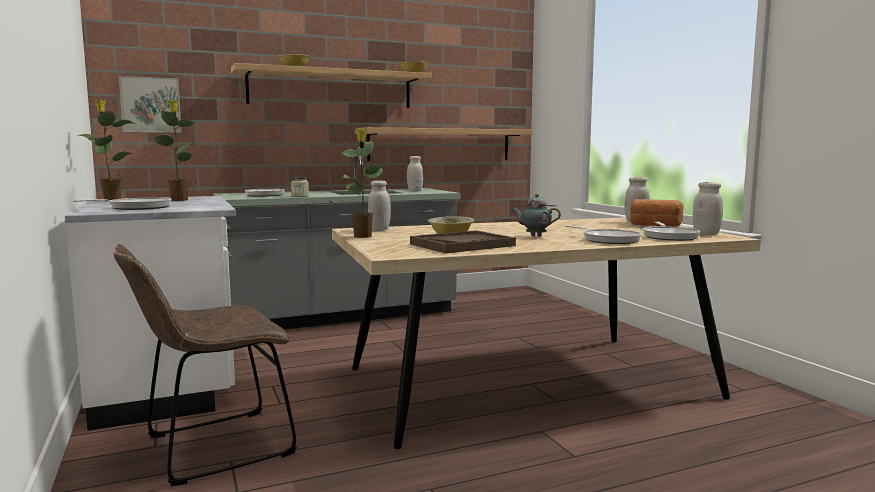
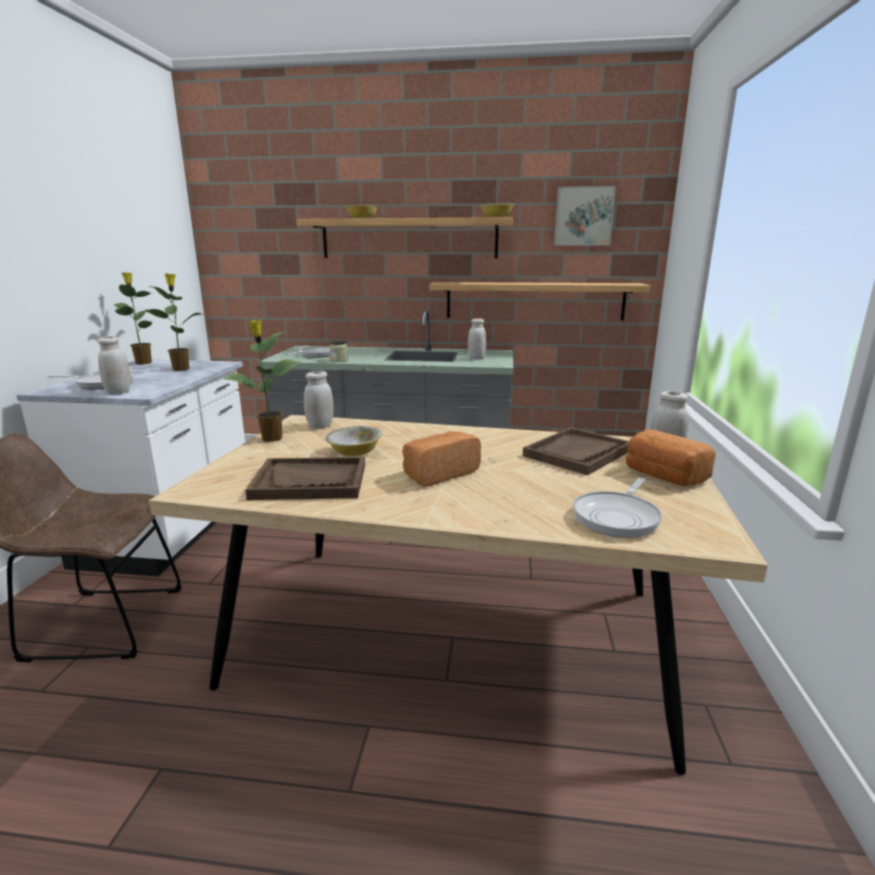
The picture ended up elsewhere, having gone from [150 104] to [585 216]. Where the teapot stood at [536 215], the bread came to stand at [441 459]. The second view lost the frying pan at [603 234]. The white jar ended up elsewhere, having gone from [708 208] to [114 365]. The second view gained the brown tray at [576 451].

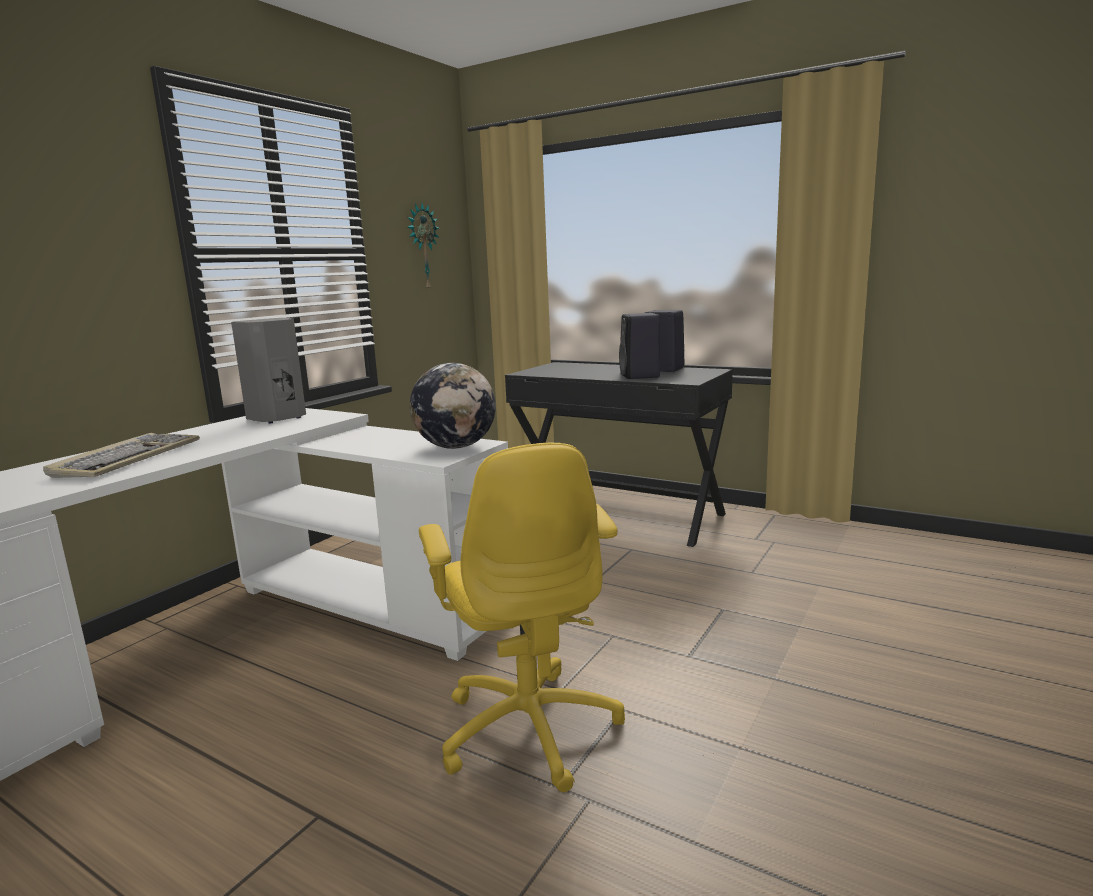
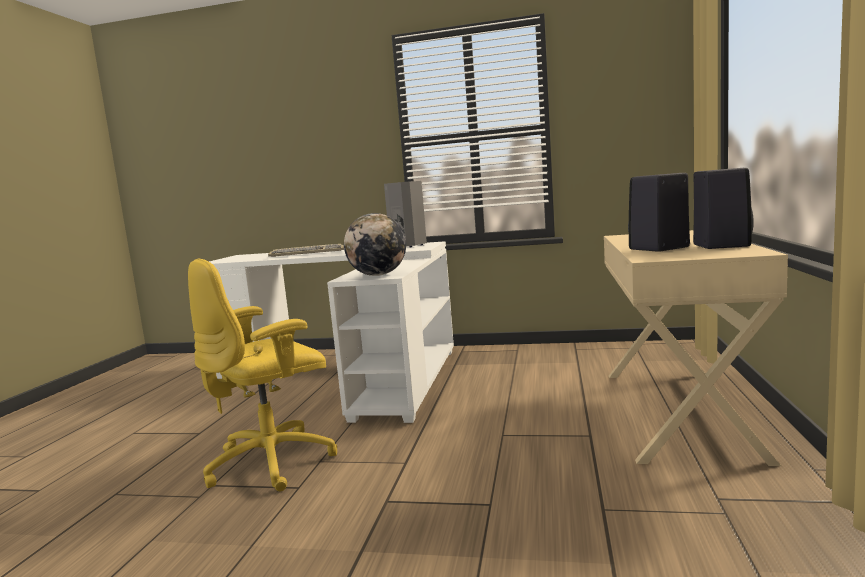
The second view lost the wall clock at [423 246]. What was the black desk at [619 454] turned into the beige desk at [696 348].

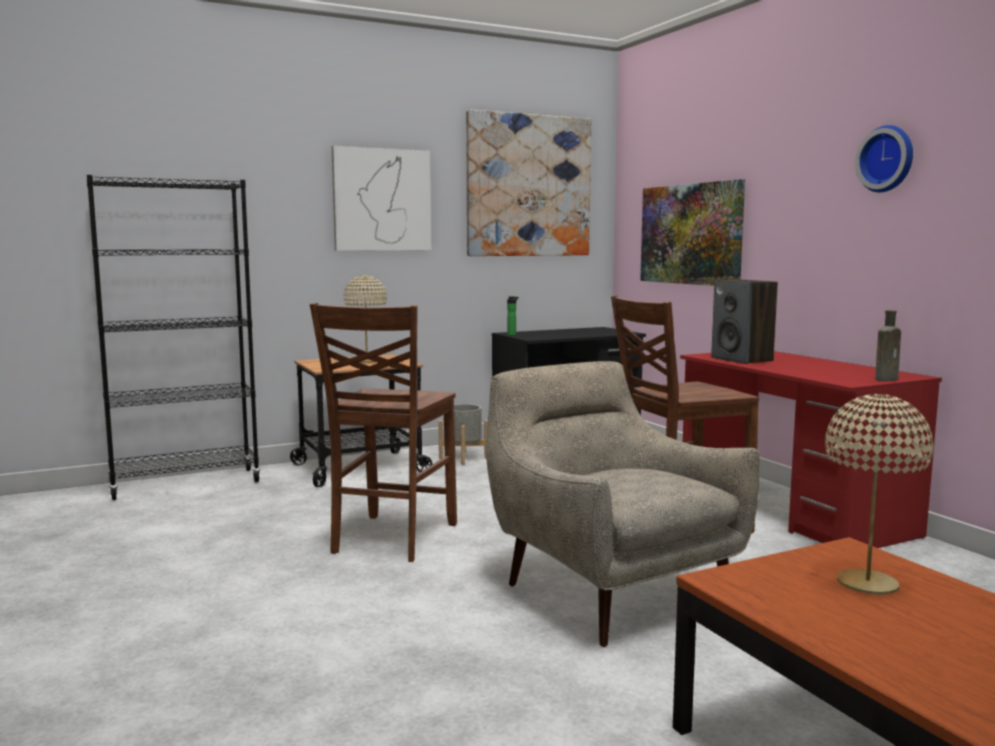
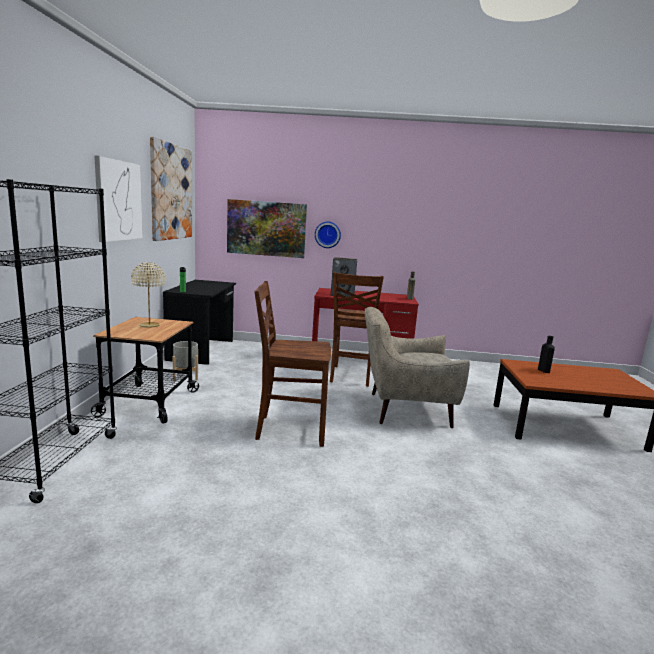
The brown chair at [383 432] ended up facing another way, 135 degrees clockwise from before. Where the beige table lamp stood at [879 494], the black bottle came to stand at [546 354]. The wall clock ended up elsewhere, having gone from [884 158] to [328 235].

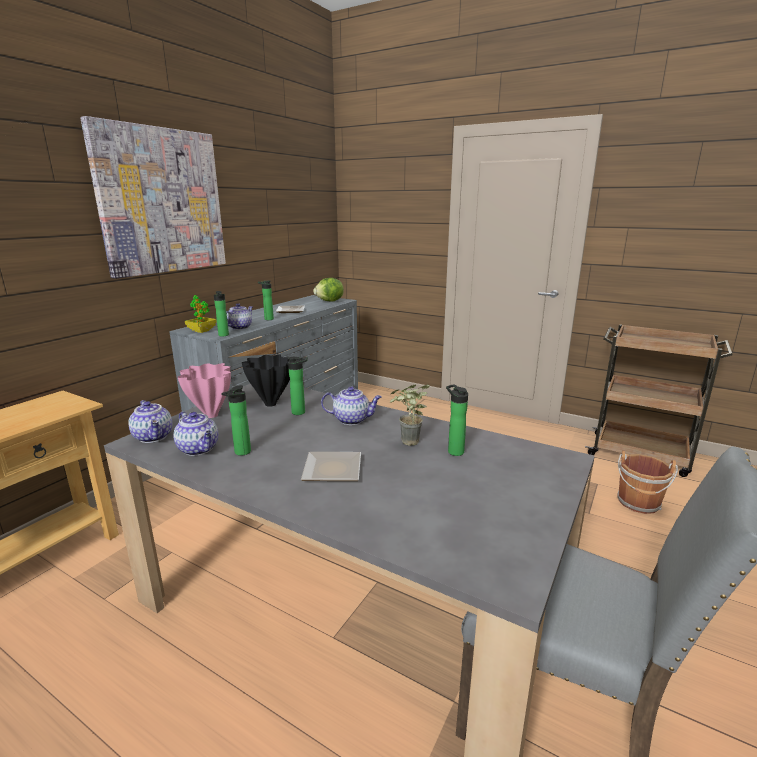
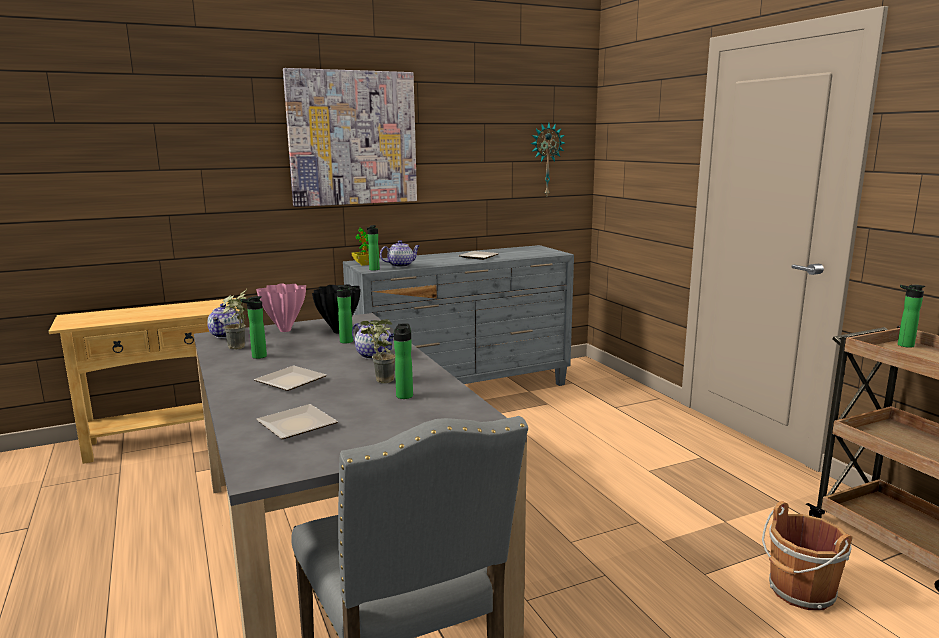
Where the teapot stood at [195 433], the potted plant came to stand at [235 319]. The bottle ended up elsewhere, having gone from [266 300] to [911 316]. The second view lost the lettuce at [328 290]. The second view gained the plate at [297 421]. The second view gained the wall clock at [547 159].

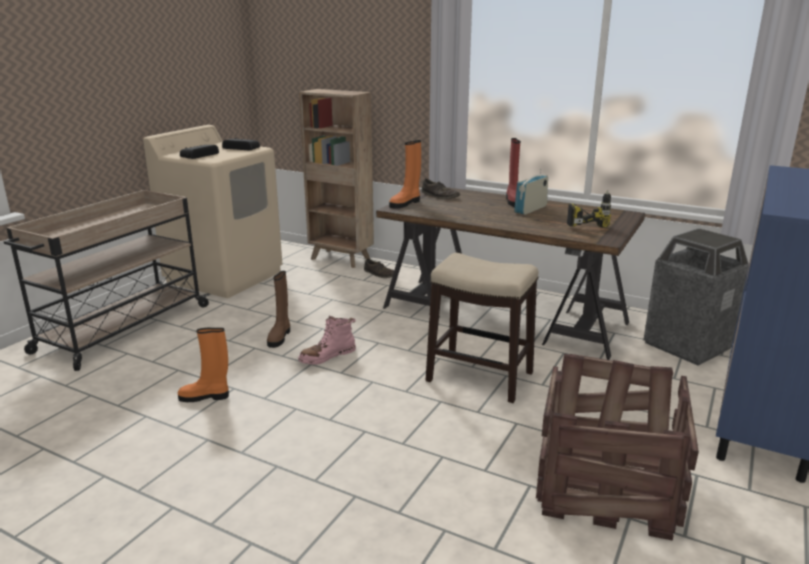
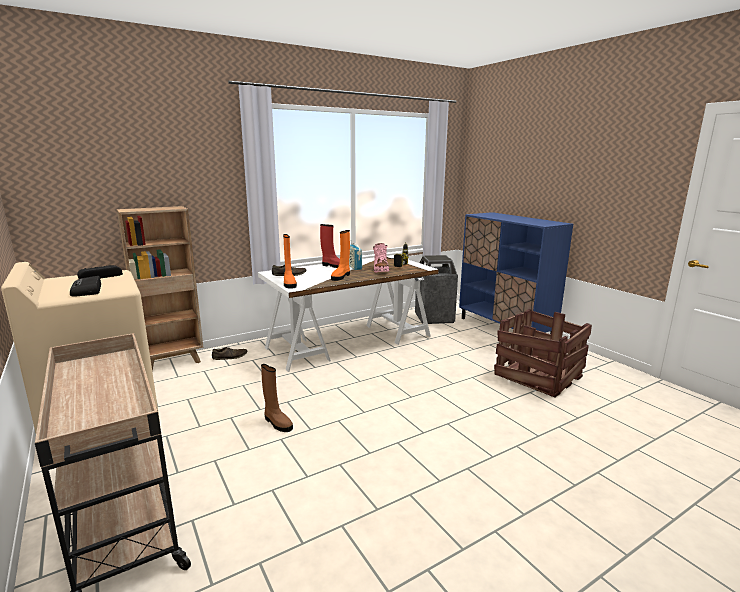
The orange boot ended up elsewhere, having gone from [203 365] to [340 255]. The pink boot ended up elsewhere, having gone from [327 340] to [381 258]. What was the brown desk at [510 273] turned into the white desk at [348 313]. The second view lost the stool at [482 328].

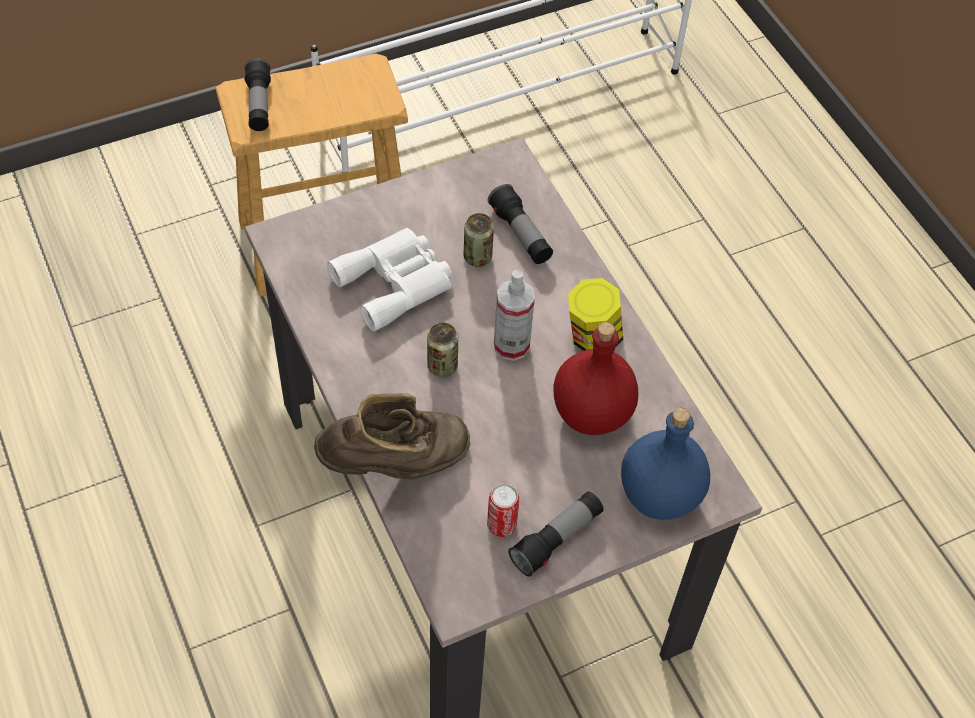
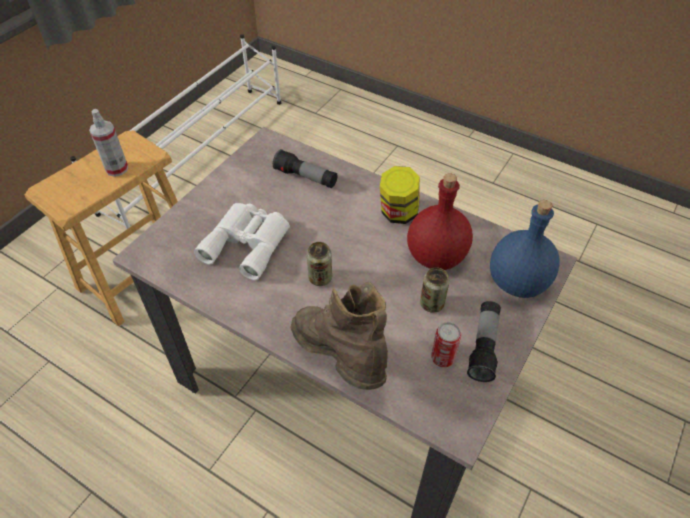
The second view lost the flashlight at [257 94]. The brown boot at [392 436] ended up facing another way, 75 degrees counterclockwise from before. The can ended up elsewhere, having gone from [479 240] to [435 290]. The spray bottle ended up elsewhere, having gone from [514 315] to [108 143].

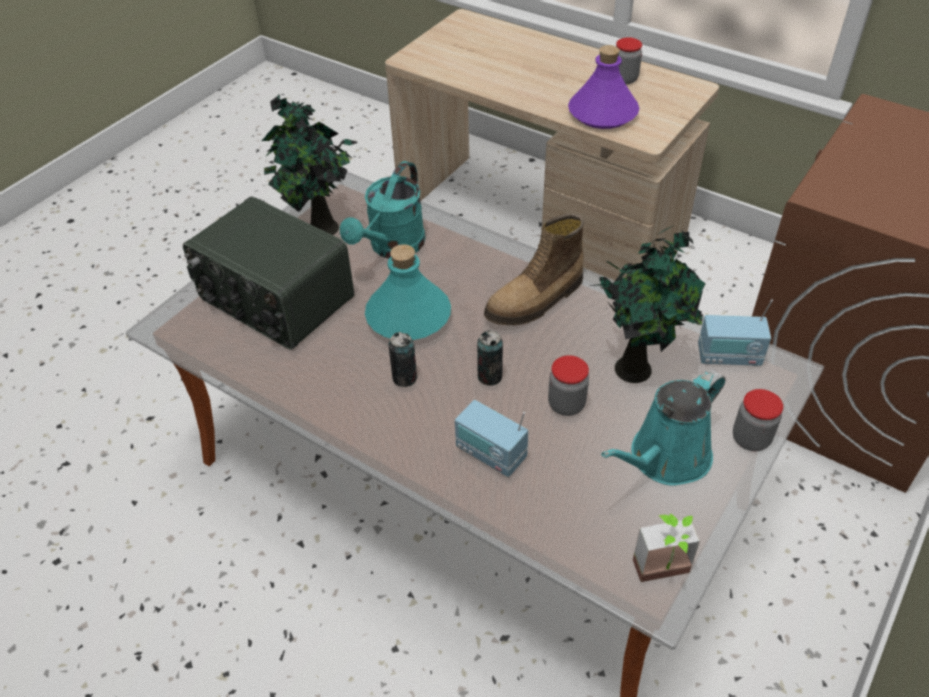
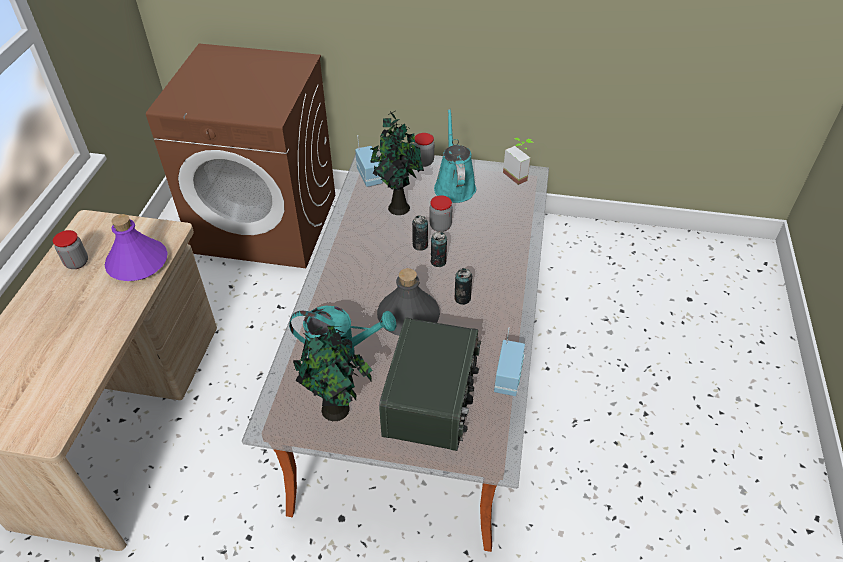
What was the turquoise bottle at [408 292] turned into the grey bottle at [408 302]. The radio ended up elsewhere, having gone from [491 438] to [509 362]. The second view lost the boot at [534 269]. The turquoise watering can at [663 427] ended up facing another way, 120 degrees counterclockwise from before. The second view gained the can at [420 233].

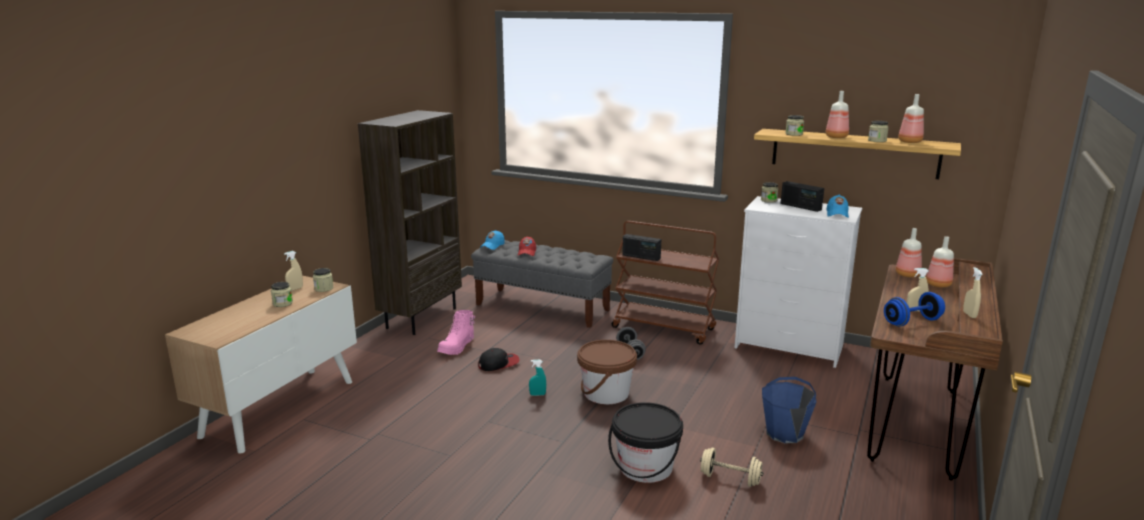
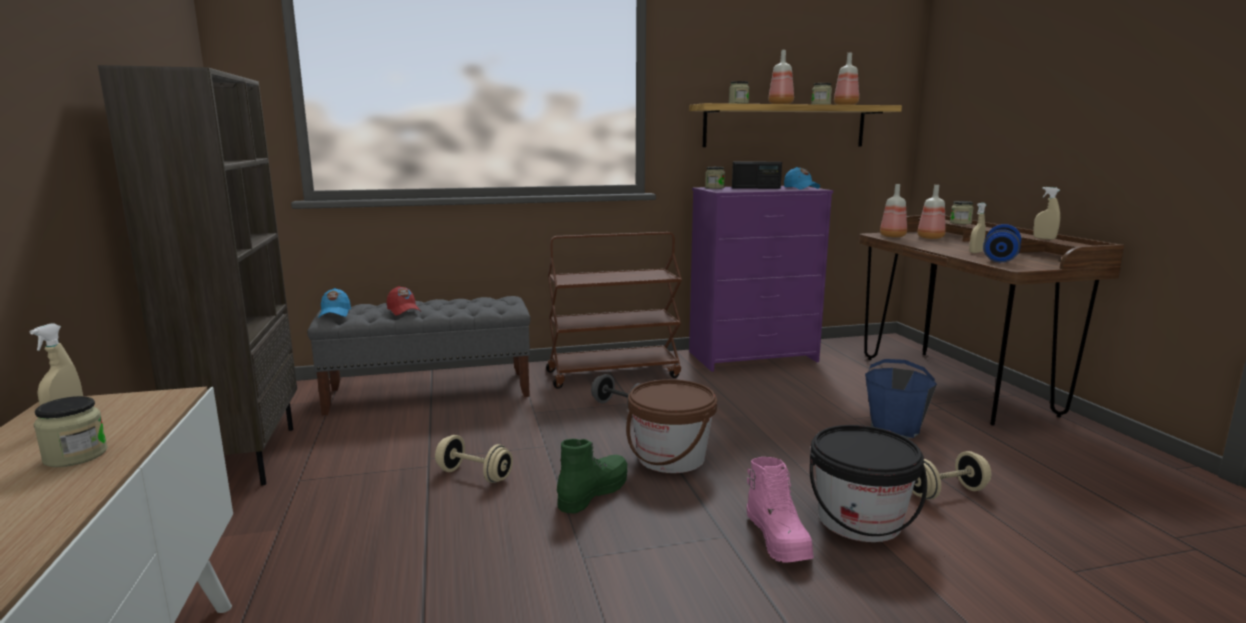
The jar ended up elsewhere, having gone from [323 280] to [962 212]. The pink boot ended up elsewhere, having gone from [456 332] to [780 509]. Where the cap stood at [499 359], the beige dumbbell came to stand at [474 459]. Where the turquoise spray bottle stood at [537 378], the green boot came to stand at [592 476]. The second view lost the radio at [641 247]. What was the white dresser at [798 282] turned into the purple dresser at [761 279].

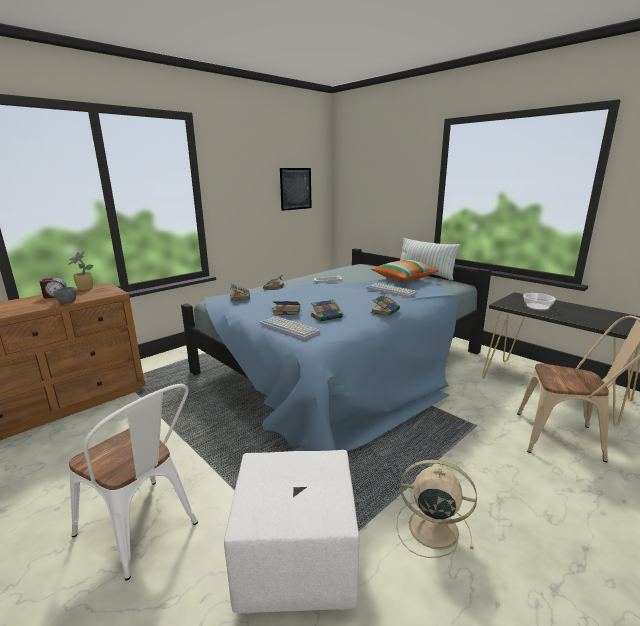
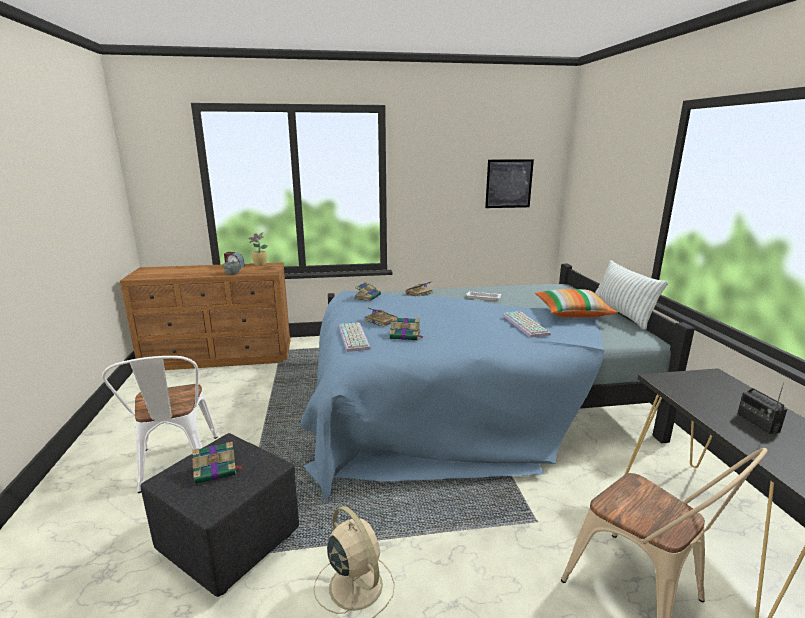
What was the white ottoman at [292 532] turned into the black ottoman at [220 515]. The book ended up elsewhere, having gone from [385 305] to [218 463]. The second view lost the bowl at [539 302]. The second view gained the radio at [762 408].

